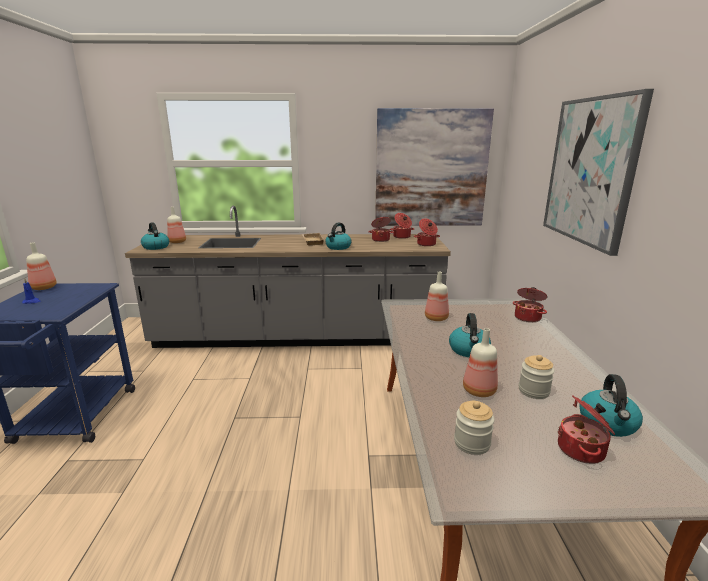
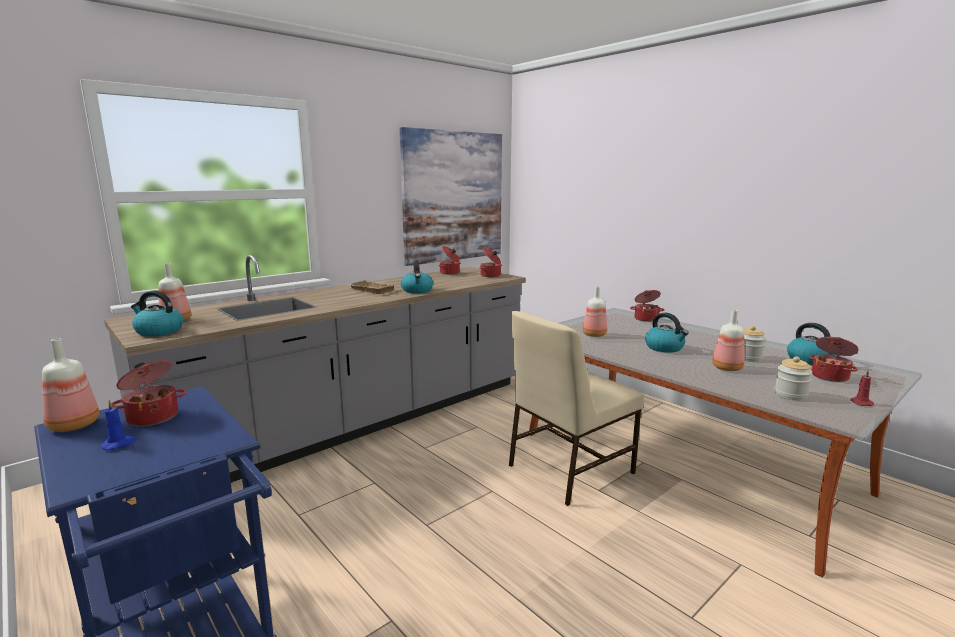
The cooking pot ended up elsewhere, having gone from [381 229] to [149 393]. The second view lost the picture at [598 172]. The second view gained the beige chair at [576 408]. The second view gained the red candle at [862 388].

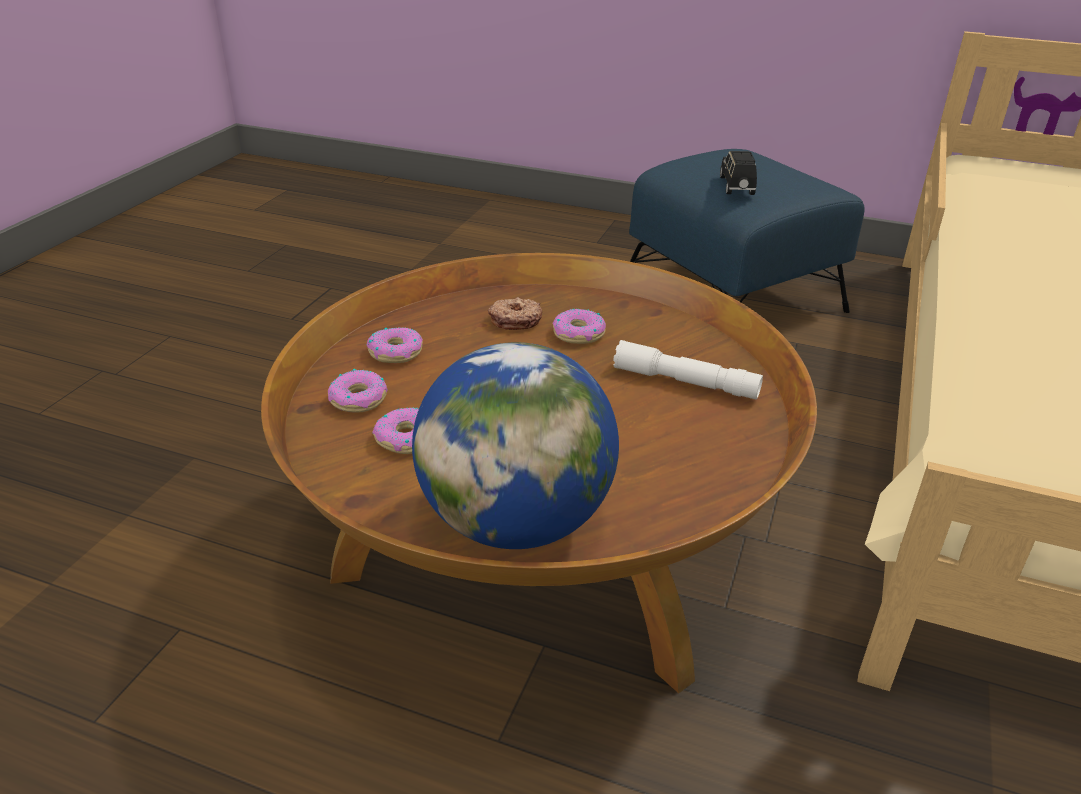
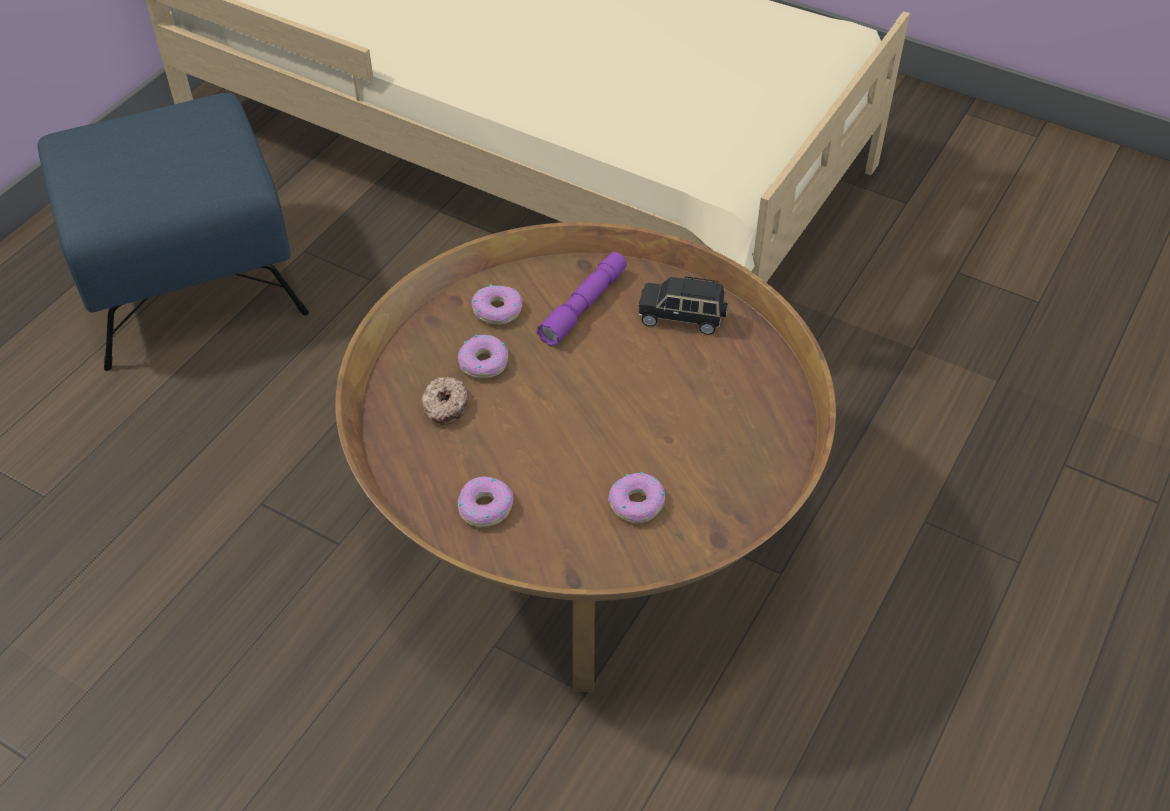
The donut ended up elsewhere, having gone from [358 391] to [497 305]. The second view lost the globe at [515 445]. What was the white flashlight at [688 370] turned into the purple flashlight at [582 299]. The black toy car ended up elsewhere, having gone from [738 173] to [683 305].

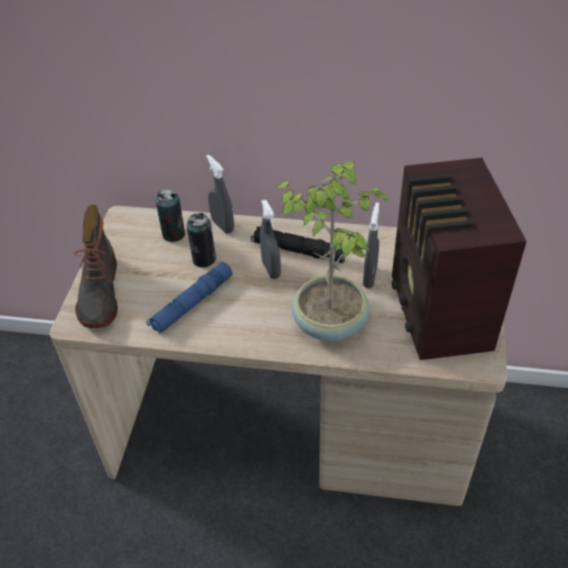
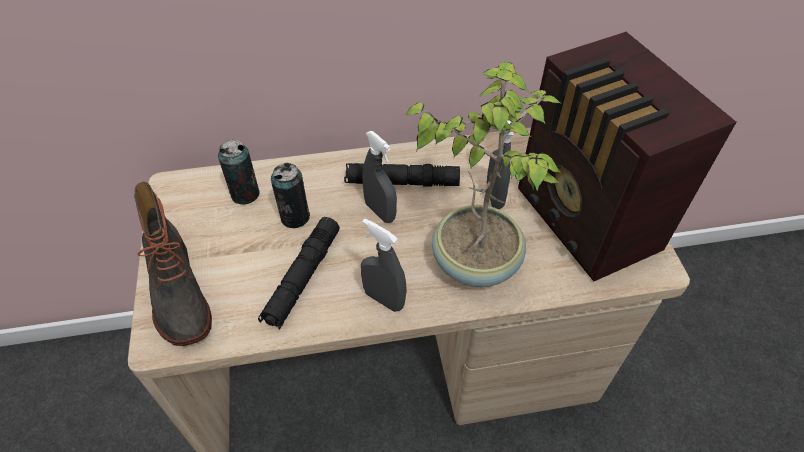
What was the blue flashlight at [190 298] turned into the black flashlight at [299 273]. The grey spray bottle ended up elsewhere, having gone from [220 194] to [384 265].

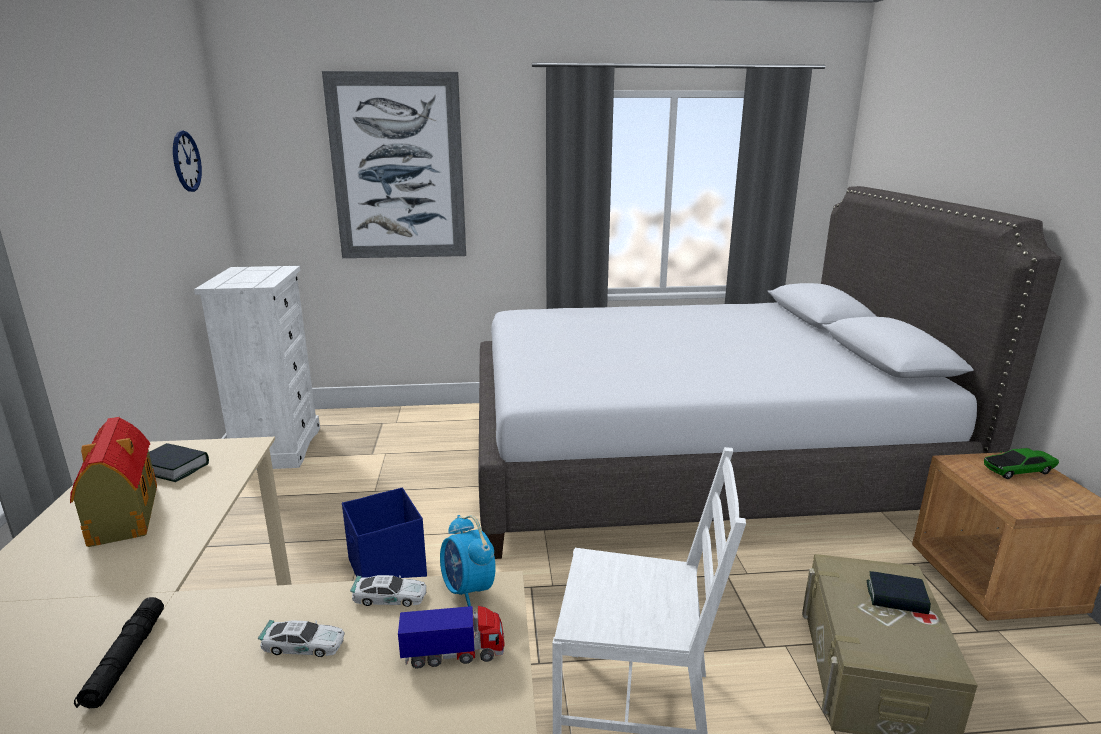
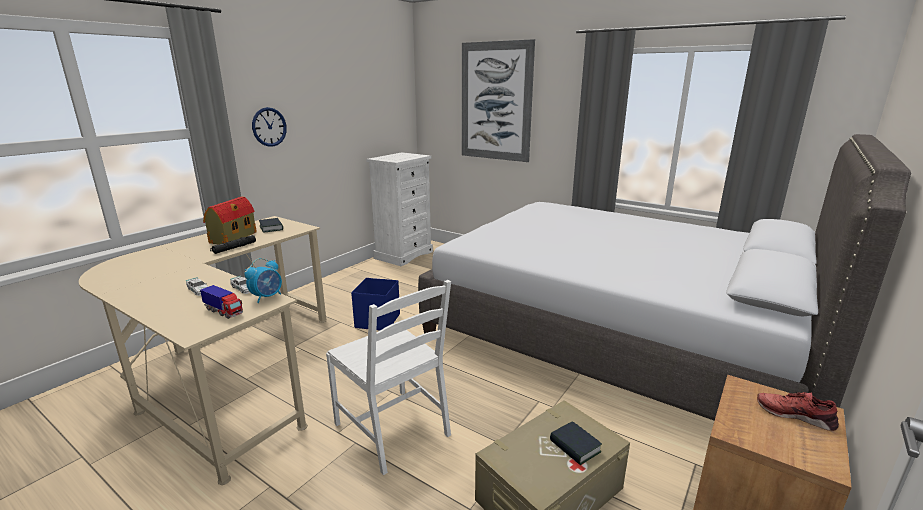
The black flashlight ended up elsewhere, having gone from [119 652] to [233 244]. The wall clock ended up elsewhere, having gone from [187 161] to [269 127]. The alarm clock at [468 560] ended up facing another way, 150 degrees counterclockwise from before. Where the toy car stood at [1021 463], the red shoe came to stand at [798 411].

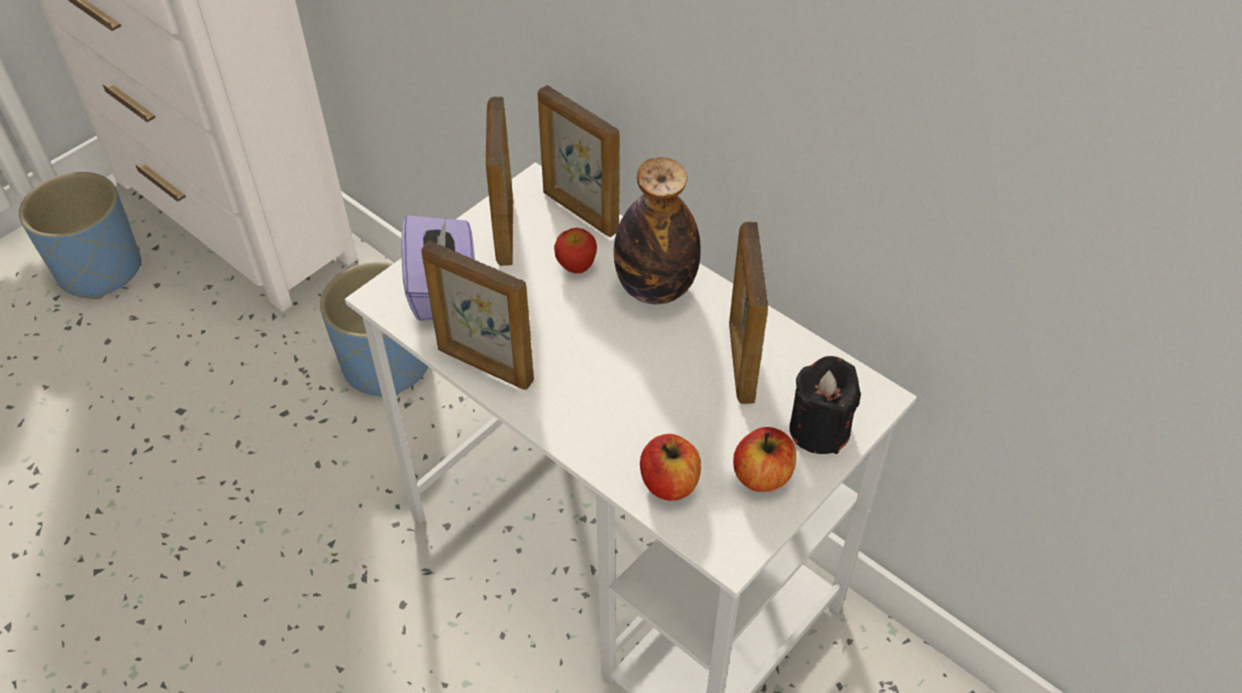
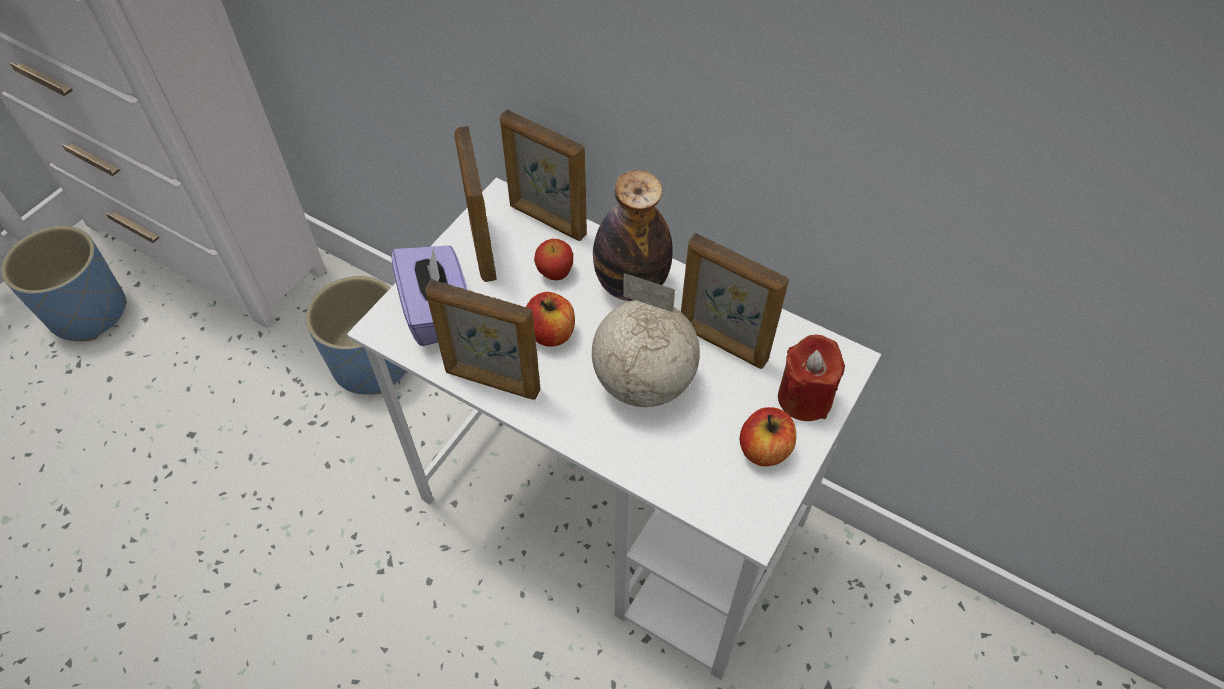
The apple ended up elsewhere, having gone from [670 467] to [550 319]. The picture frame at [748 313] ended up facing another way, 45 degrees counterclockwise from before. What was the black candle at [825 405] turned into the red candle at [811 378]. The second view gained the globe at [646 340].

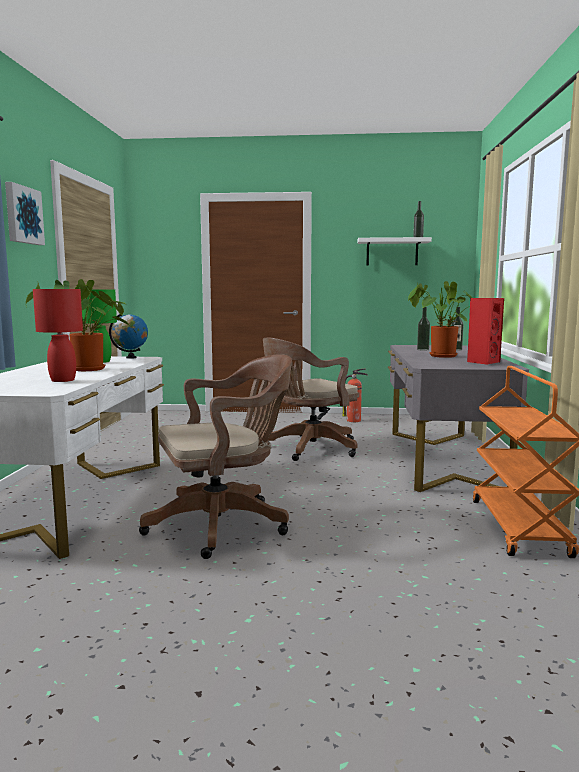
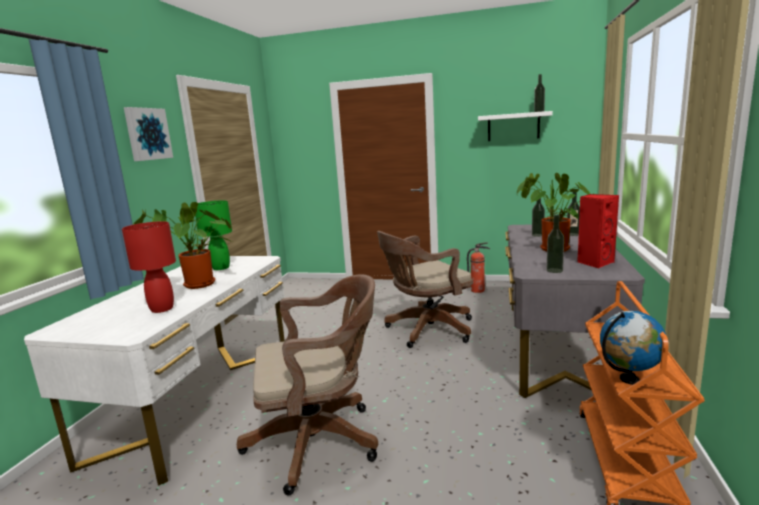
The globe ended up elsewhere, having gone from [128 336] to [633 348]. The second view gained the bottle at [555 244].

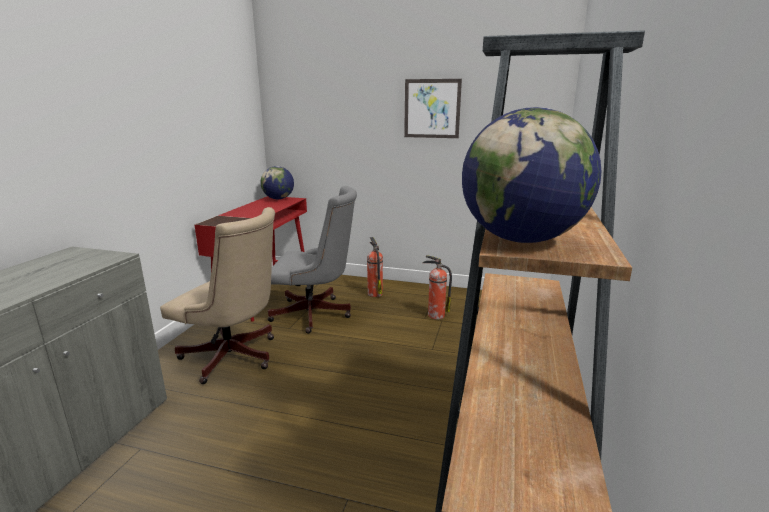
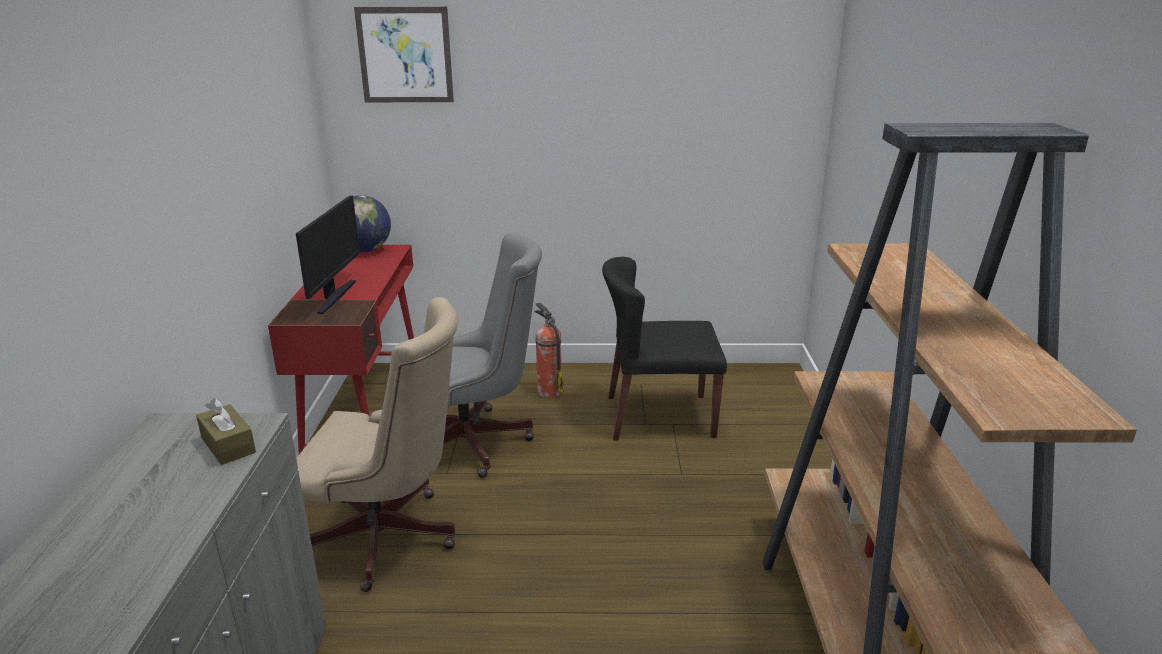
The picture ended up elsewhere, having gone from [433 108] to [404 54]. Where the fire extinguisher stood at [437 287], the black chair came to stand at [664 348]. The second view lost the globe at [532 175]. The second view gained the brown tissue box at [226 431]. The second view gained the monitor at [328 255].

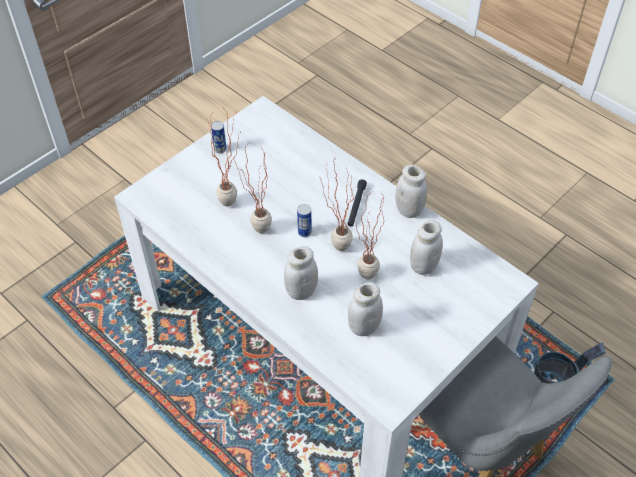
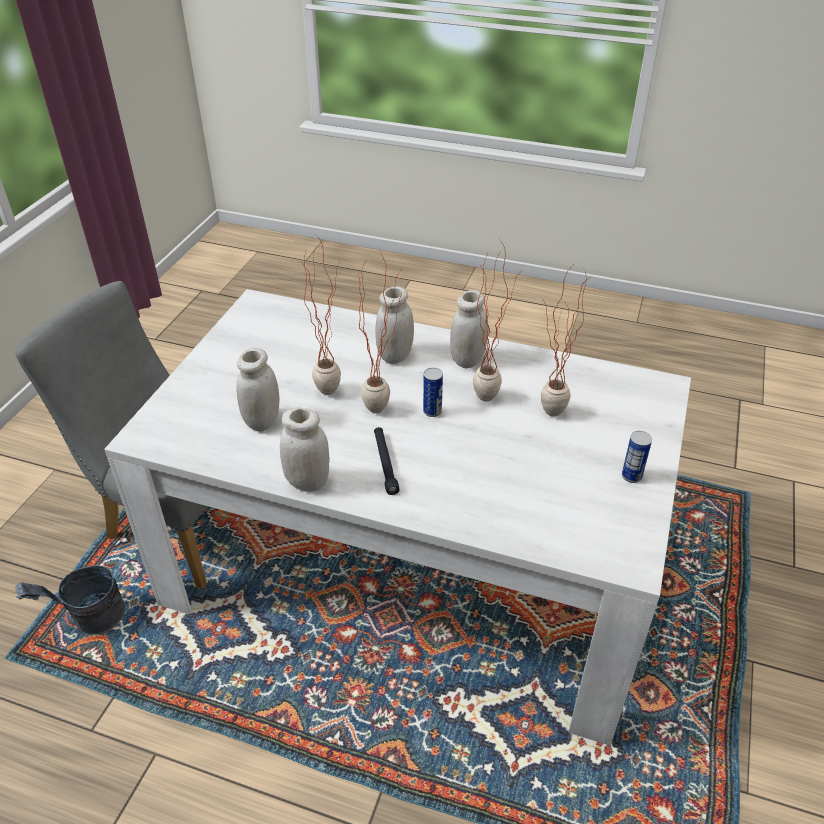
The white jar ended up elsewhere, having gone from [365 309] to [469 329].

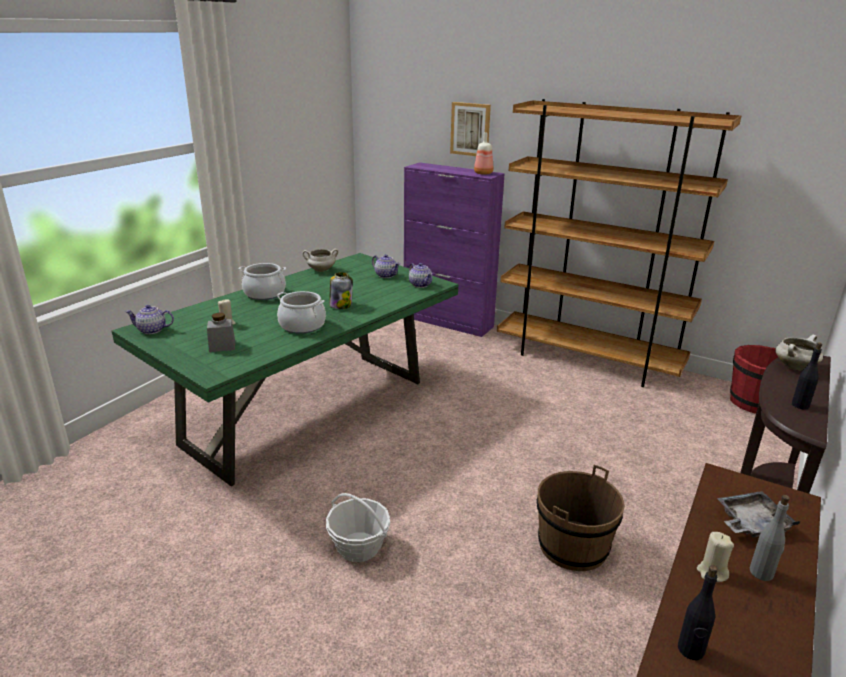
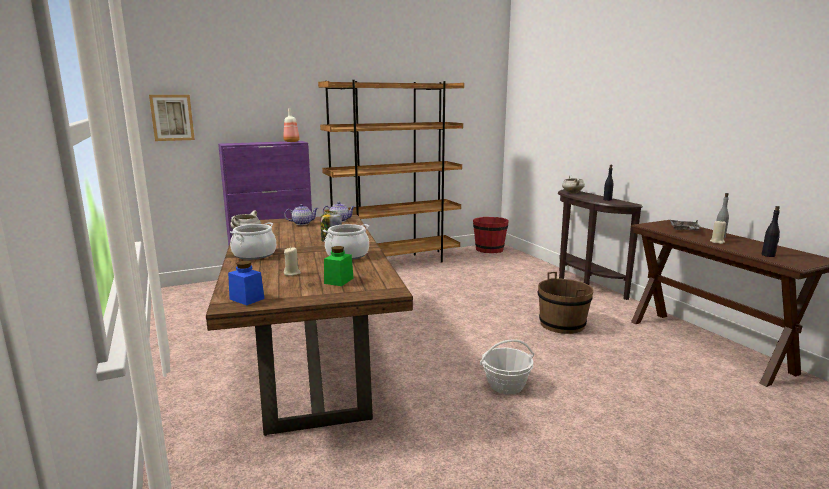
What was the green dining table at [285 369] turned into the brown dining table at [309 325]. Where the teapot stood at [149 319], the blue jar came to stand at [246 283]. What was the grey jar at [221 332] turned into the green jar at [339 266]. The picture ended up elsewhere, having gone from [470 129] to [172 118].

